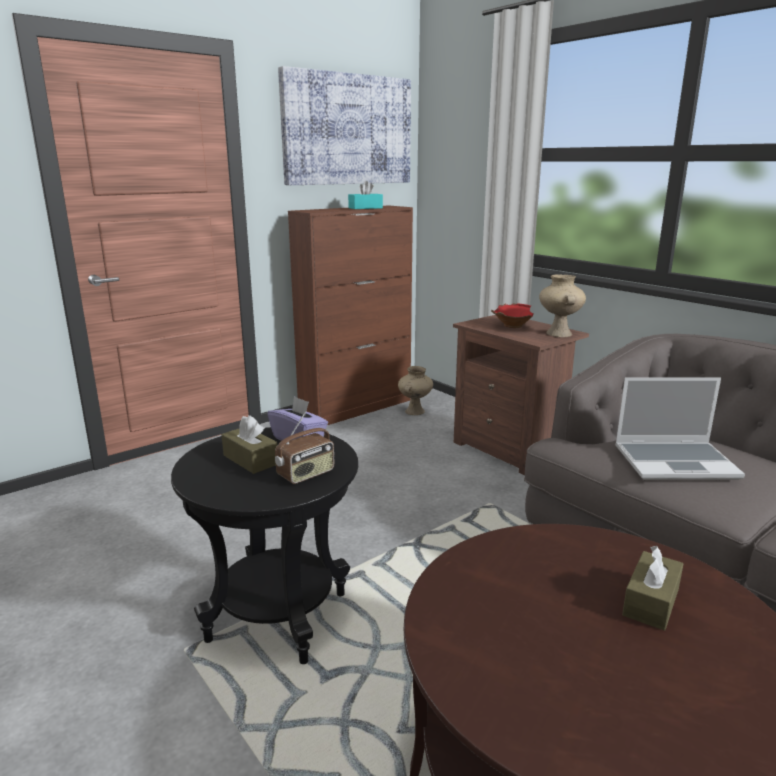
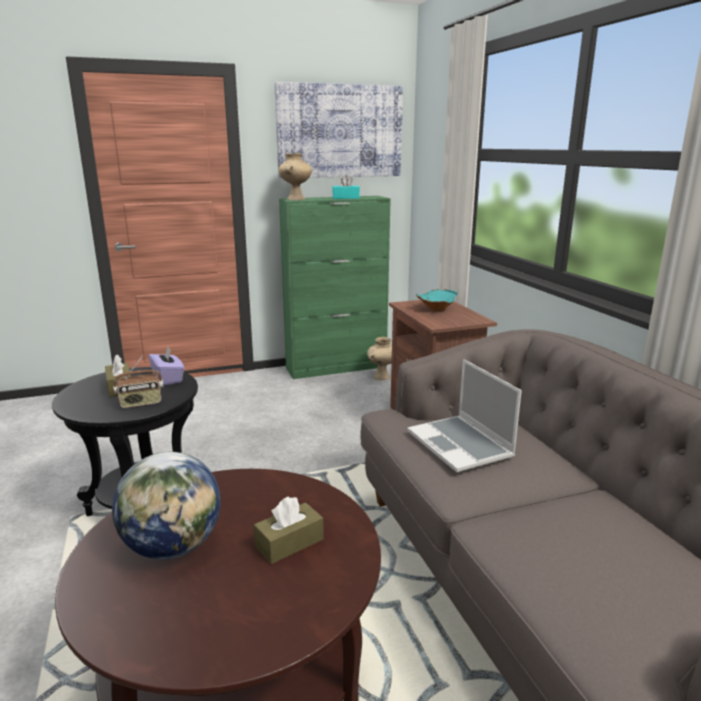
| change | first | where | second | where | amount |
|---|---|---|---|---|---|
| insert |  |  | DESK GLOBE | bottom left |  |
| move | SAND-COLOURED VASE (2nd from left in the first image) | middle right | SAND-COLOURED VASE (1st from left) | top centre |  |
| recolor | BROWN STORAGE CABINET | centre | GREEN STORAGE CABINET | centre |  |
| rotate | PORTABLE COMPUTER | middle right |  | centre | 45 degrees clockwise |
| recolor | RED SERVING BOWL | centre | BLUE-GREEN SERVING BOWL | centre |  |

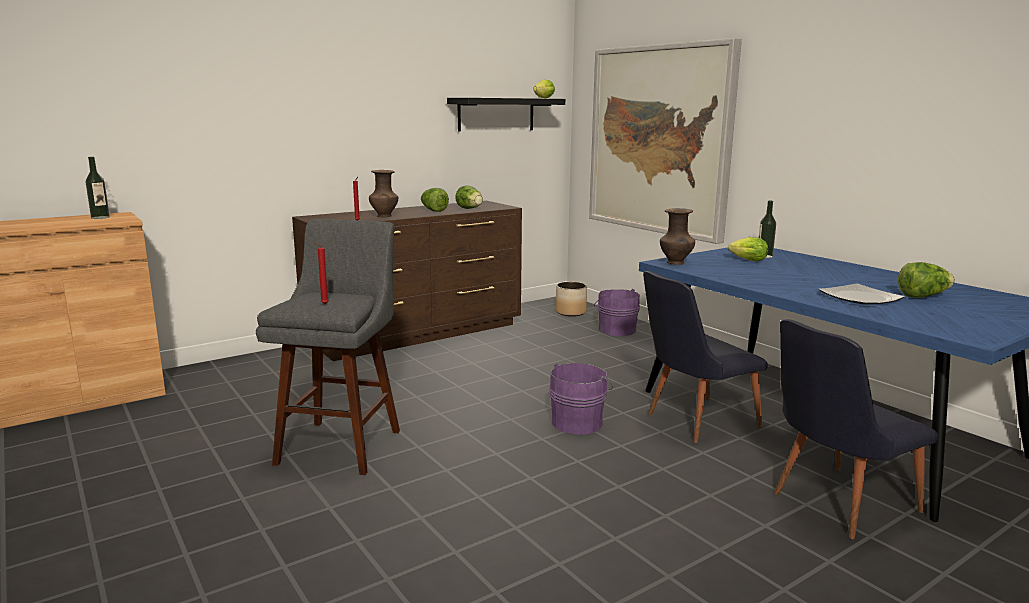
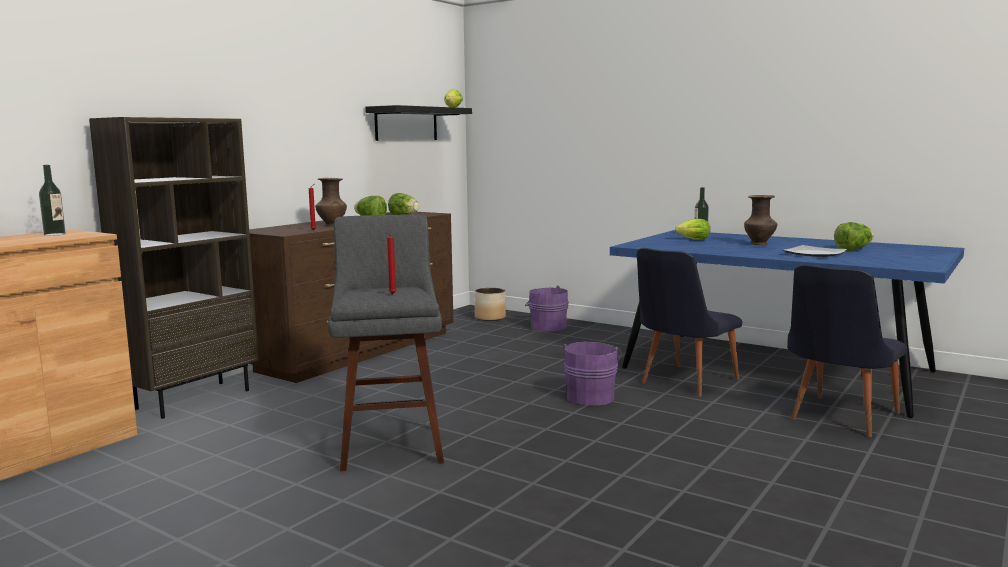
| change | first | where | second | where | amount |
|---|---|---|---|---|---|
| insert |  |  | BROWN SHELVING UNIT | middle left |  |
| move | BROWN VASE (2nd from left) | centre |  | middle right |  |
| delete | WALL ART | top centre |  |  |  |

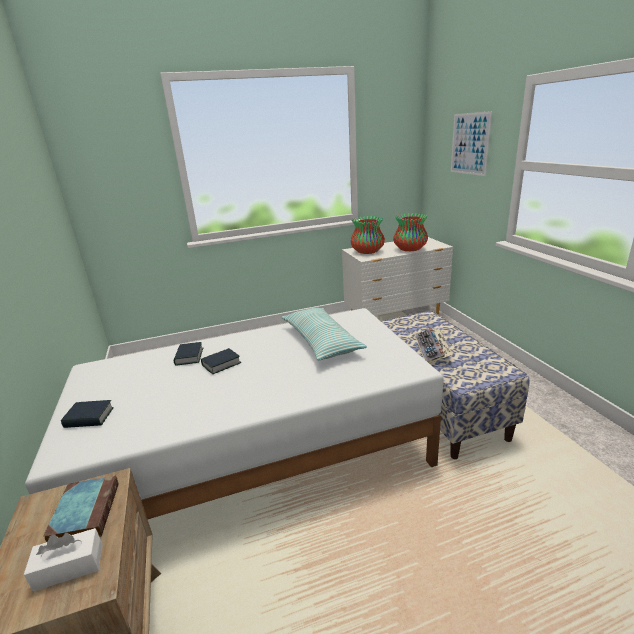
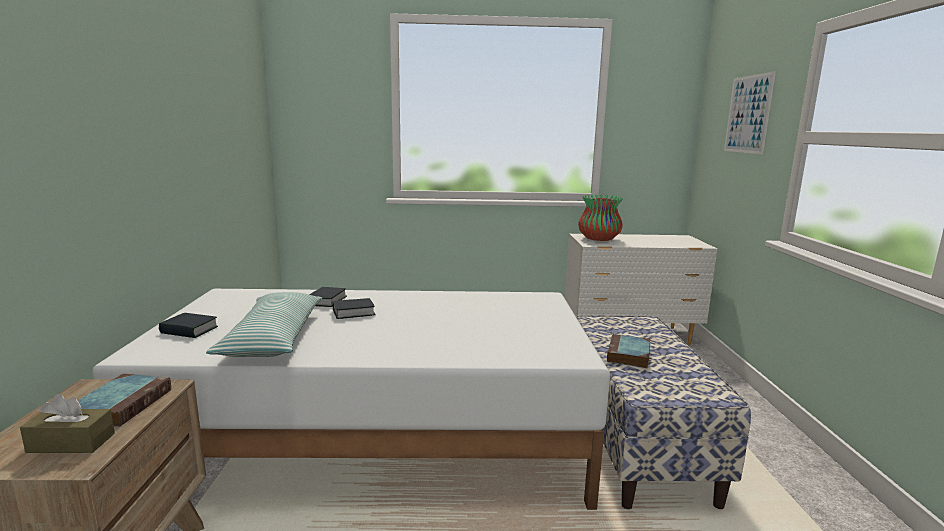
| change | first | where | second | where | amount |
|---|---|---|---|---|---|
| recolor | WHITE-COLOURED TISSUE HOLDER | bottom left | BROWN TISSUE HOLDER | bottom left |  |
| move | PILLOW | centre |  | middle left |  |
| replace | COMPUTER KEYBOARD | middle right | BOOK (5th from left) | centre |  |
| delete | VASE (2nd from left) | centre |  |  |  |

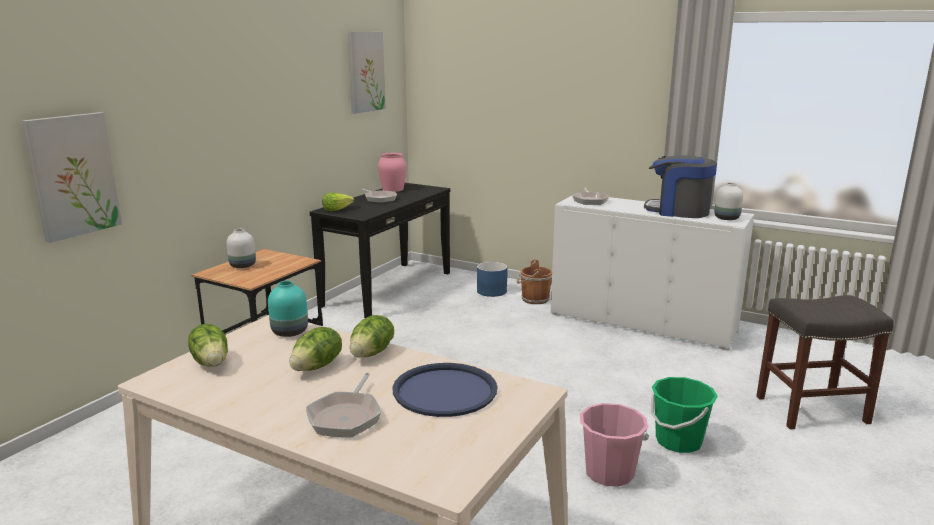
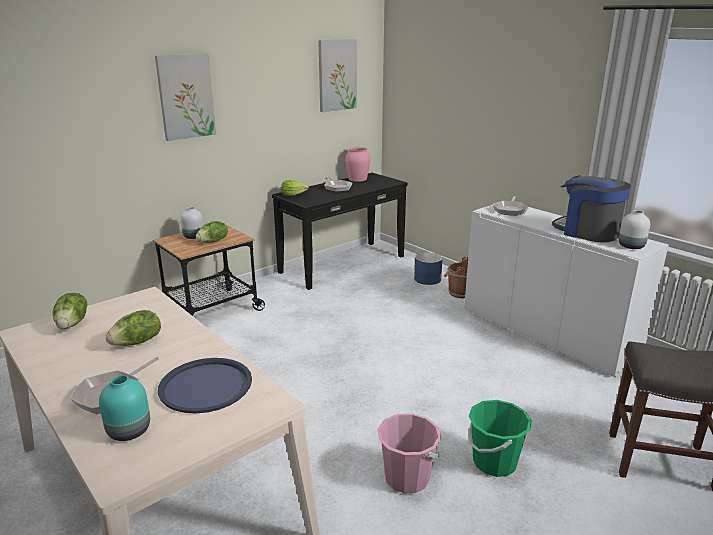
| change | first | where | second | where | amount |
|---|---|---|---|---|---|
| move | BLUE-GREEN VASE | middle left |  | bottom left |  |
| move | WALL ART (1st from left) | middle left |  | top left |  |
| move | HEAD OF LETTUCE (4th from left in the first image) | centre | HEAD OF LETTUCE (3rd from left) | middle left |  |

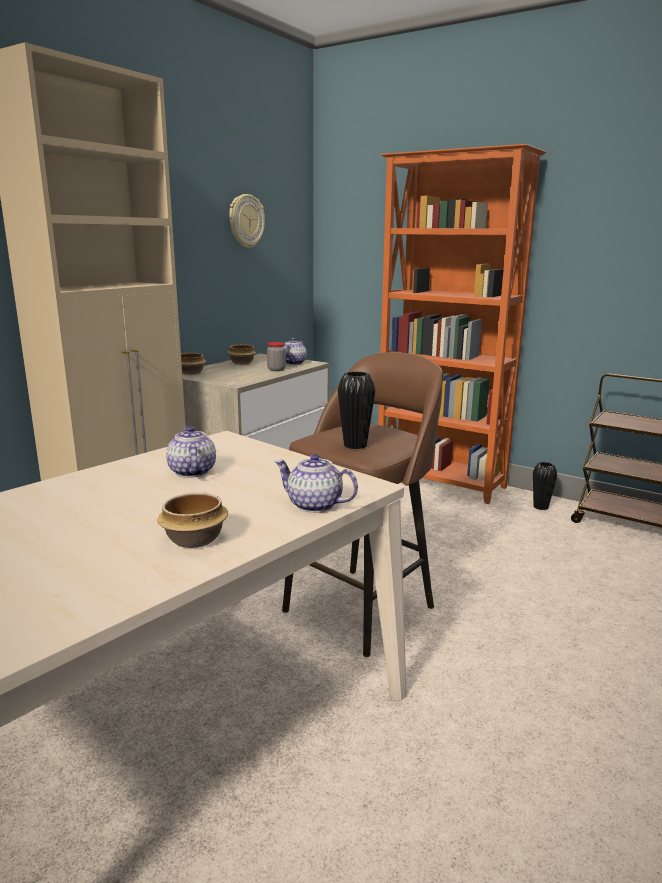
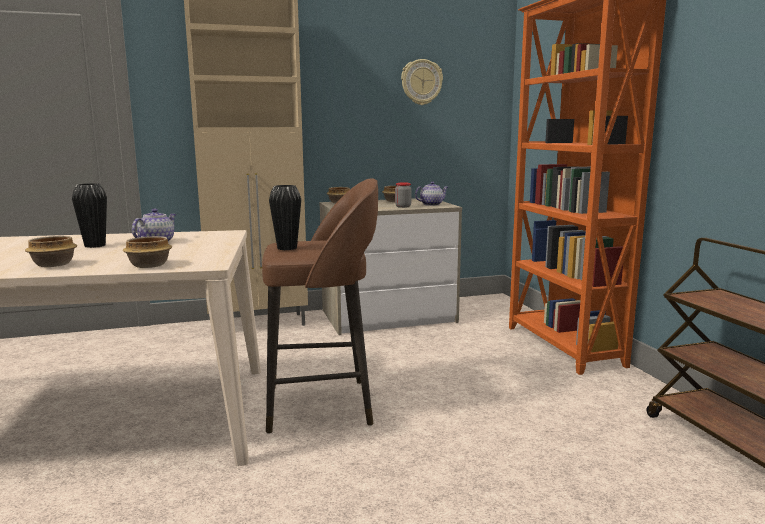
| change | first | where | second | where | amount |
|---|---|---|---|---|---|
| move | BLACK VASE (2nd from left in the first image) | middle right | BLACK VASE (1st from left) | middle left |  |
| replace | POT FOR TEA (3rd from left) | centre | SERVING BOWL (2nd from left) | middle left |  |

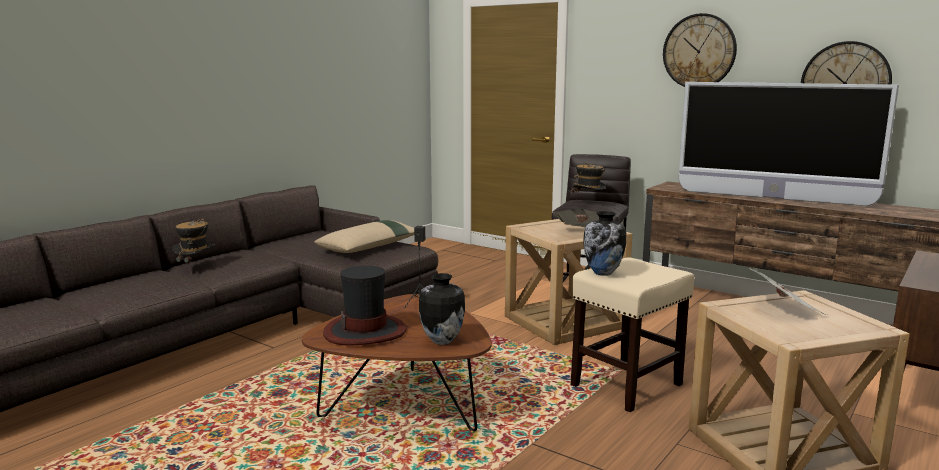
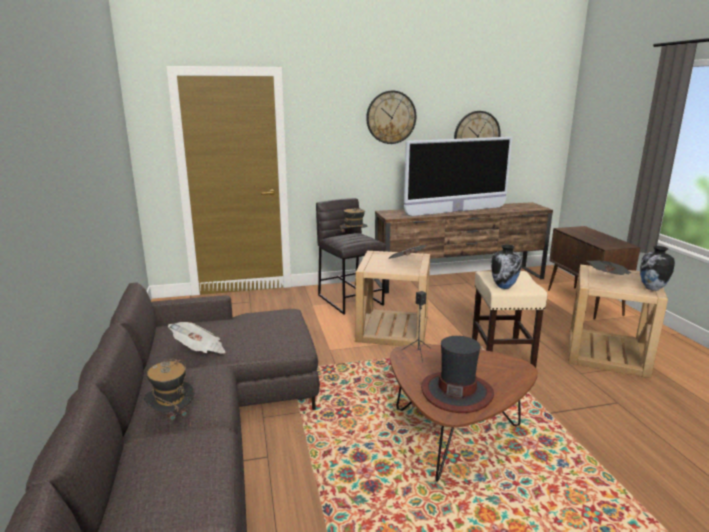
| change | first | where | second | where | amount |
|---|---|---|---|---|---|
| insert |  |  | DAILY PAPER (1st from left) | middle left |  |
| move | VASE (1st from left in the first image) | centre | VASE (2nd from left) | middle right |  |
| delete | SAND-COLOURED PILLOW | centre |  |  |  |

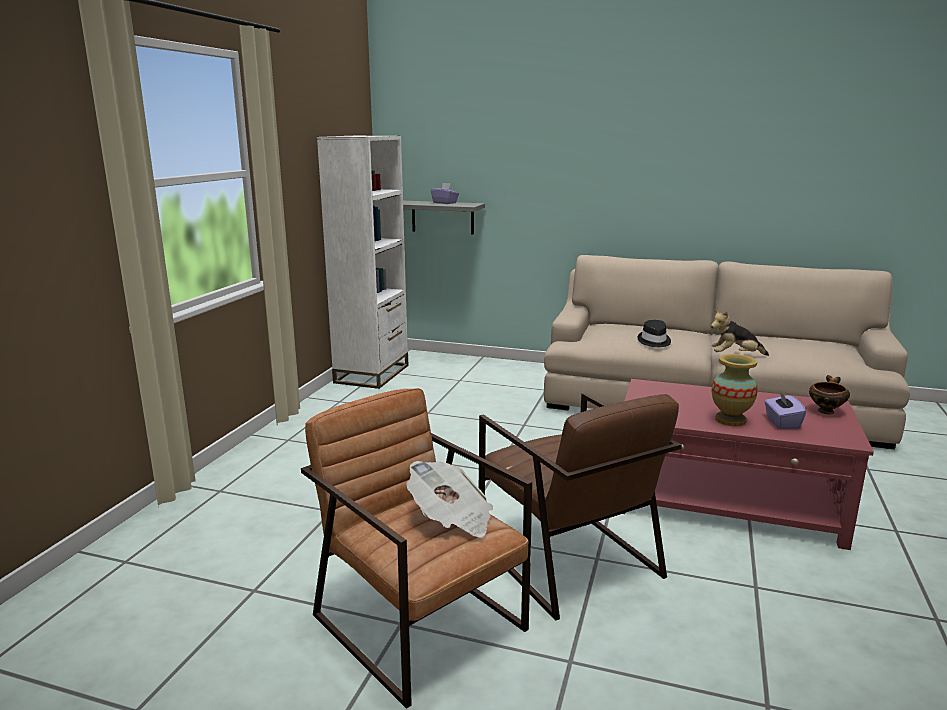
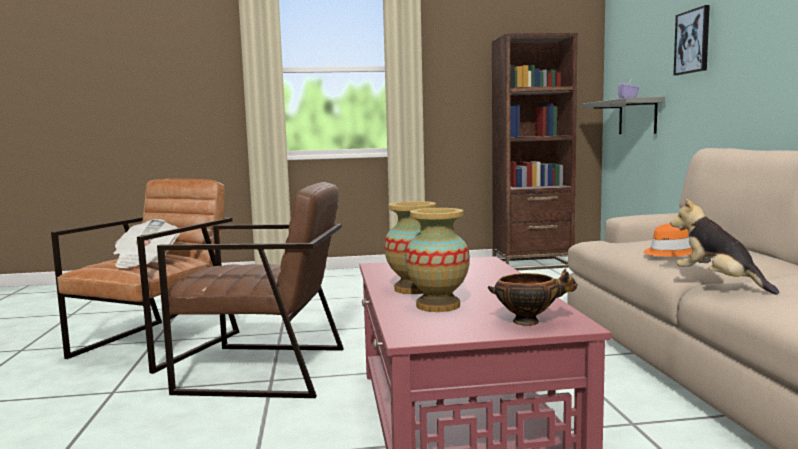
| change | first | where | second | where | amount |
|---|---|---|---|---|---|
| rotate | BROWN LOUNGE CHAIR (2nd from left) | bottom centre |  | middle left | 120 degrees counterclockwise |
| replace | PURPLE TISSUE HOLDER (2nd from left) | middle right | VASE (2nd from left) | centre |  |
| recolor | WHITE-COLOURED SHELVING UNIT | centre | BROWN SHELVING UNIT | middle right |  |
| recolor | BLACK HAT | middle right | ORANGE HAT | middle right |  |
| insert |  |  | WALL ART | top right |  |

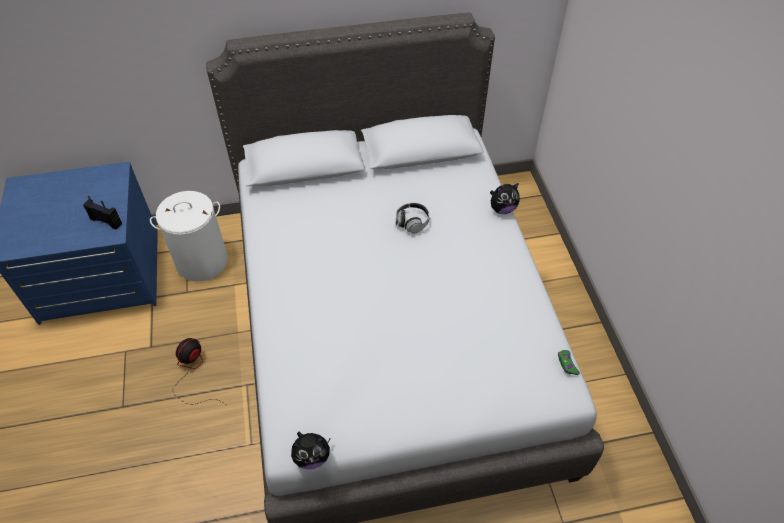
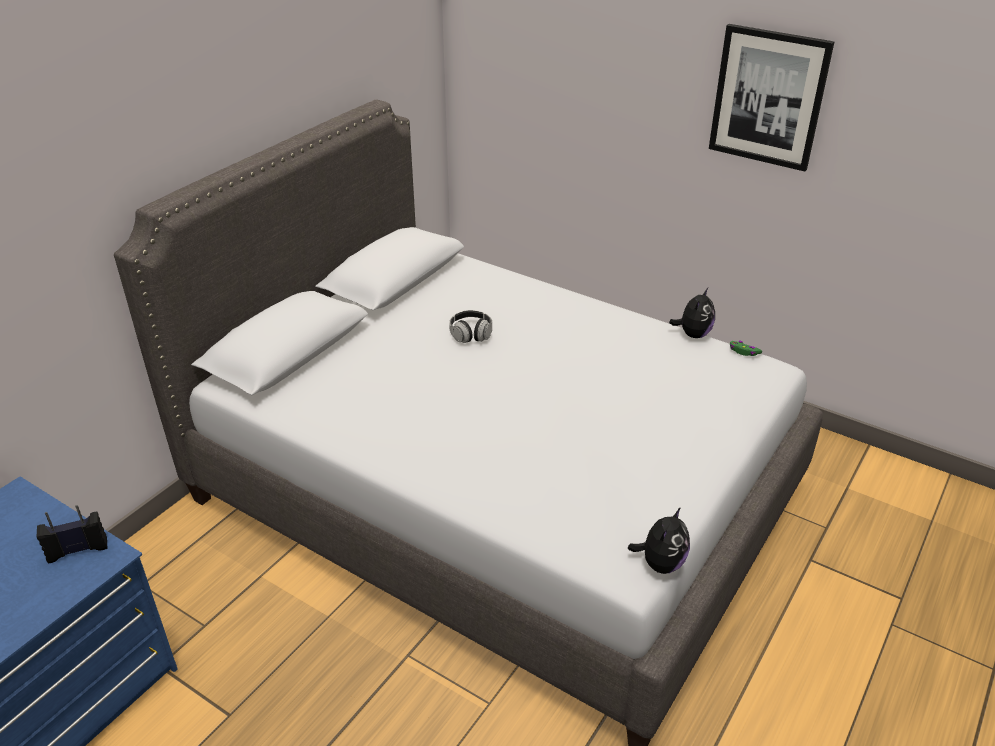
| change | first | where | second | where | amount |
|---|---|---|---|---|---|
| move | PLUSH TOY (2nd from left) | centre |  | middle right |  |
| insert |  |  | WALL ART | top right |  |
| delete | WHITE-COLOURED HAMPER | middle left |  |  |  |
| delete | COOLING FAN | bottom left |  |  |  |

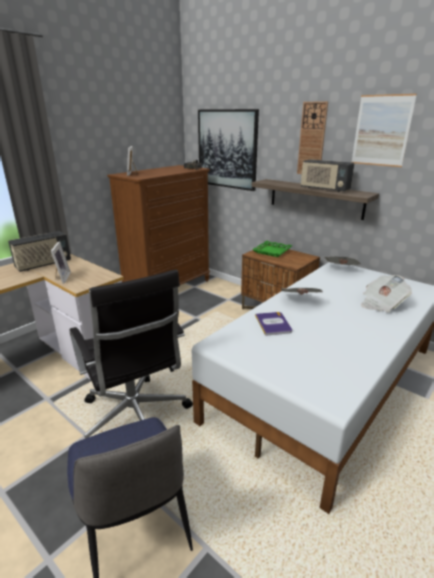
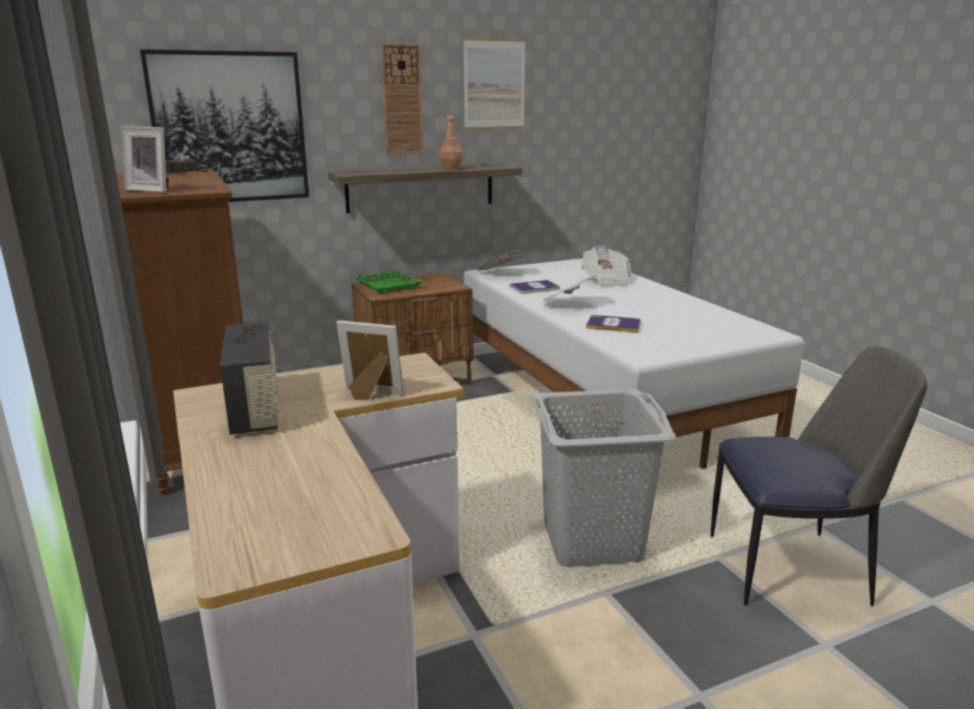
| change | first | where | second | where | amount |
|---|---|---|---|---|---|
| replace | RADIO SET (3rd from left) | top right | BROWN BOTTLE | top centre |  |
| insert |  |  | BOOK (1st from left) | centre |  |
| replace | BLACK DESK CHAIR | middle left | GREYISH HAMPER | bottom centre |  |

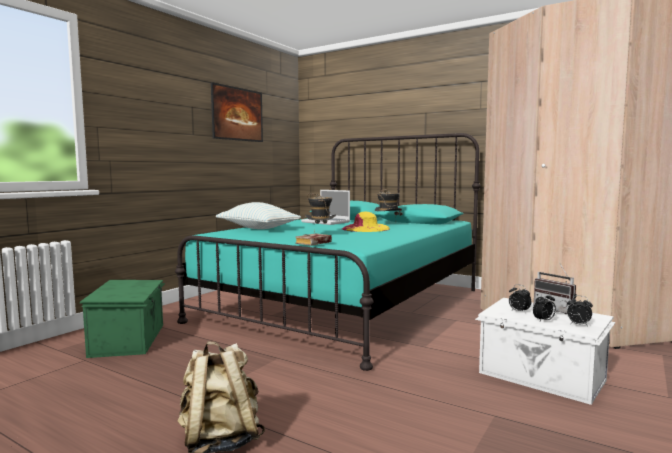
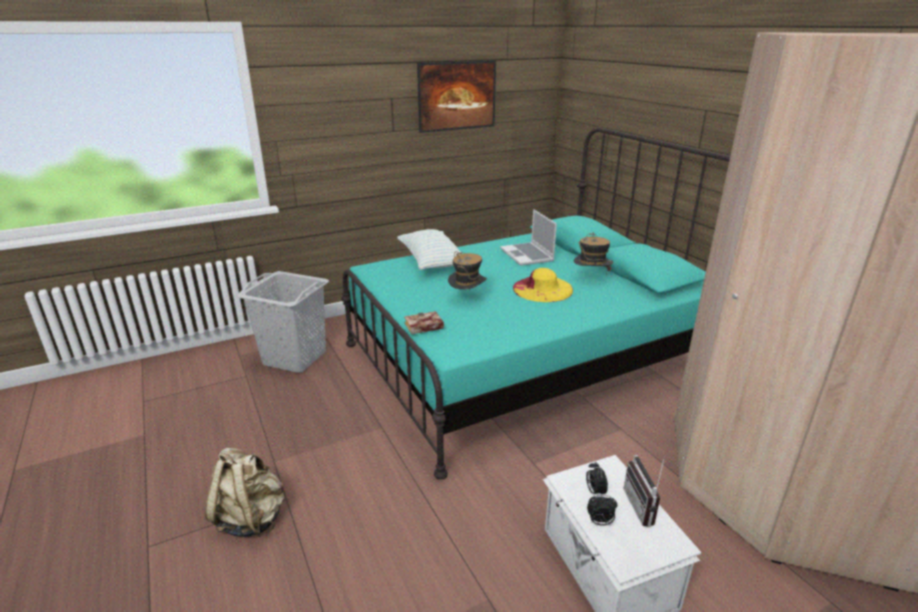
| change | first | where | second | where | amount |
|---|---|---|---|---|---|
| replace | GREEN STORAGE CONTAINER | bottom left | GREYISH HAMPER | middle left |  |
| delete | BEDSIDE CLOCK (3rd from left) | bottom right |  |  |  |

